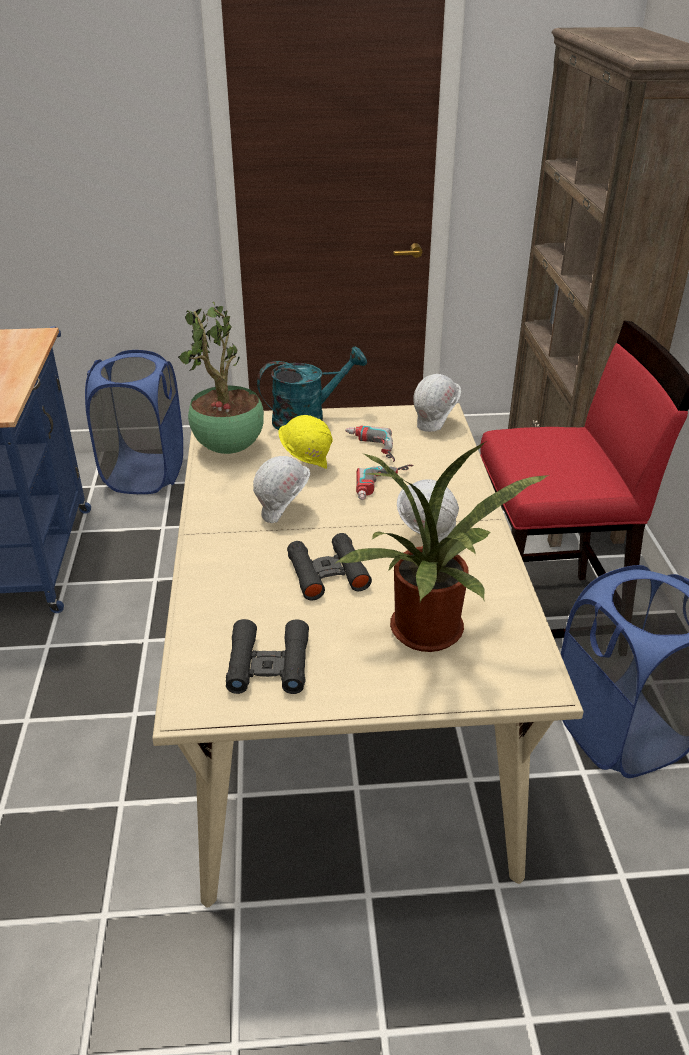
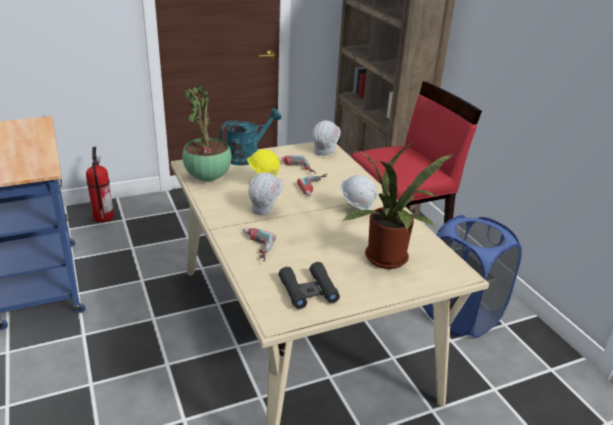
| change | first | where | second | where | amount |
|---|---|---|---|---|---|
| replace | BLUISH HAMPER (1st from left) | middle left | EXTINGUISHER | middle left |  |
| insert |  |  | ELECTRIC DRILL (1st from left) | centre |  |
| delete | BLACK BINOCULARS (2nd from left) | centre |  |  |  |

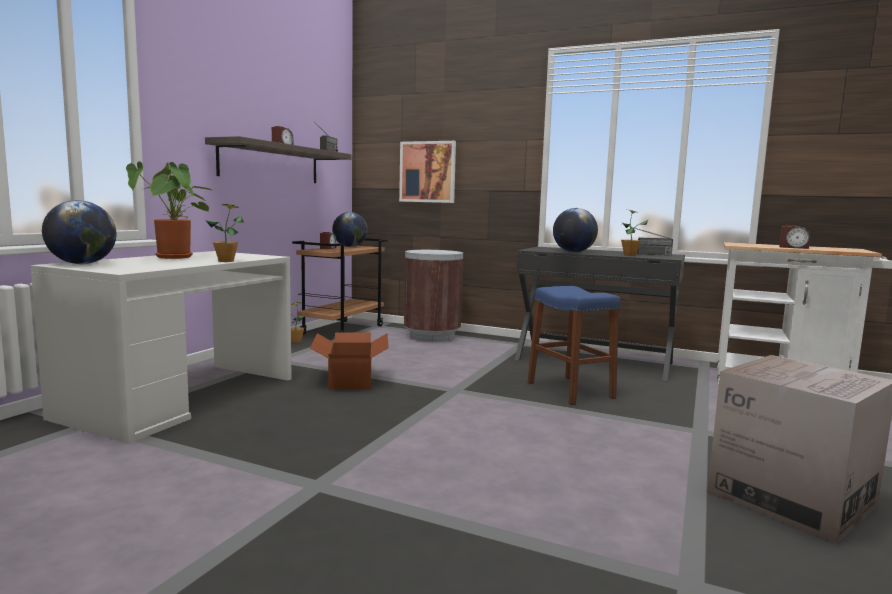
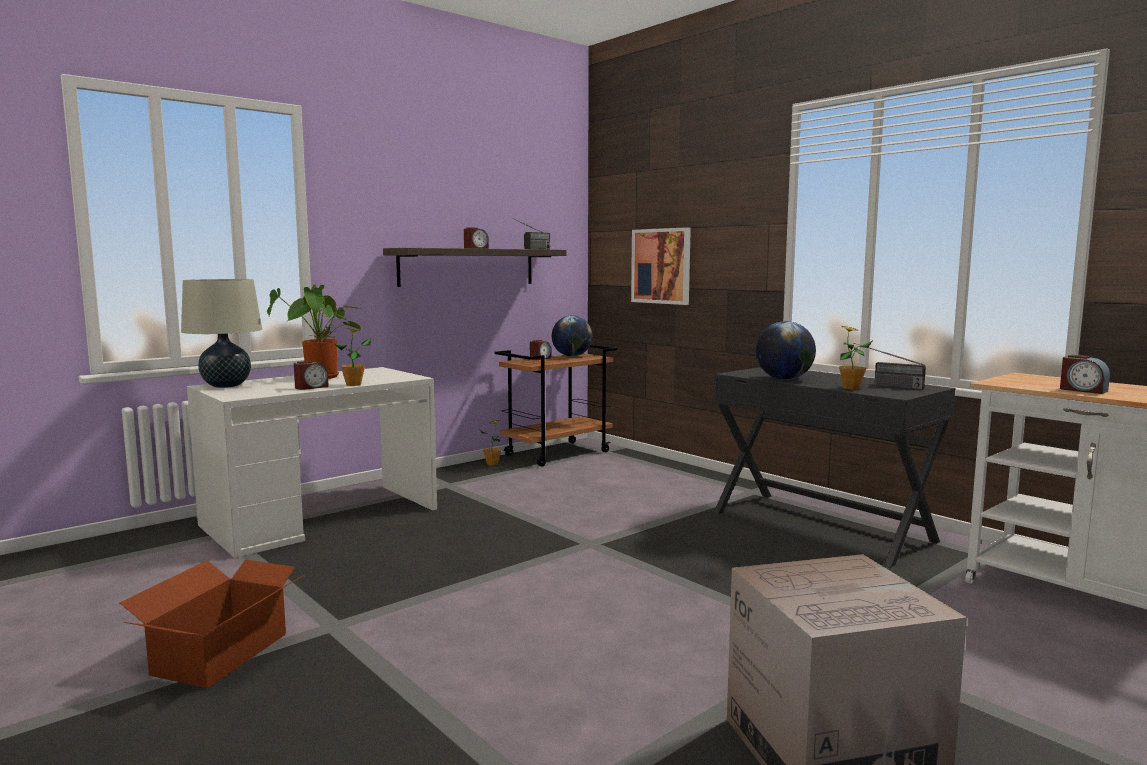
| change | first | where | second | where | amount |
|---|---|---|---|---|---|
| move | CARDBOARD BOX (1st from left) | centre |  | bottom left |  |
| replace | DESK GLOBE (1st from left) | middle left | SAND-COLOURED LAMP FOR A TABLE | middle left |  |
| insert |  |  | BEDSIDE CLOCK (1st from left) | middle left |  |
| delete | BROWN WASTE BIN | centre |  |  |  |
| delete | BLUISH SITTING STOOL | centre |  |  |  |

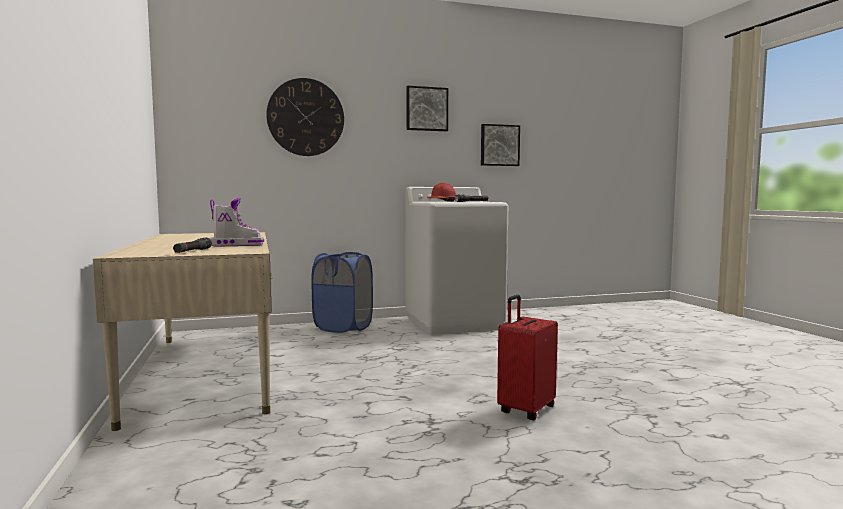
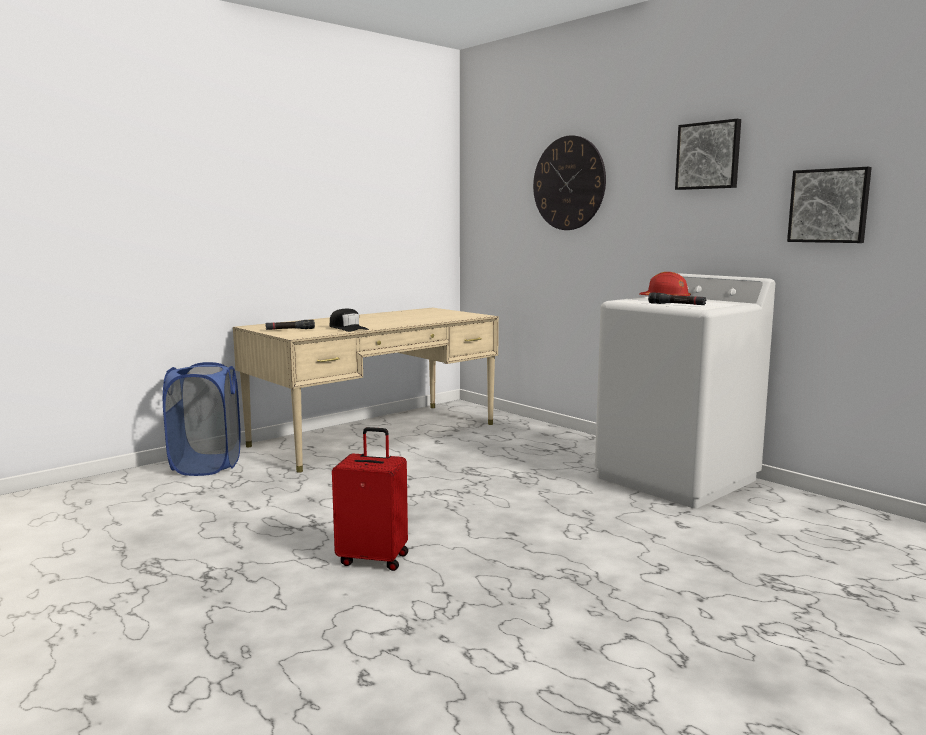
| change | first | where | second | where | amount |
|---|---|---|---|---|---|
| move | BLUISH HAMPER | centre |  | middle left |  |
| replace | HIGH-TOP BOOT | middle left | BLACK BASEBALL CAP | centre |  |

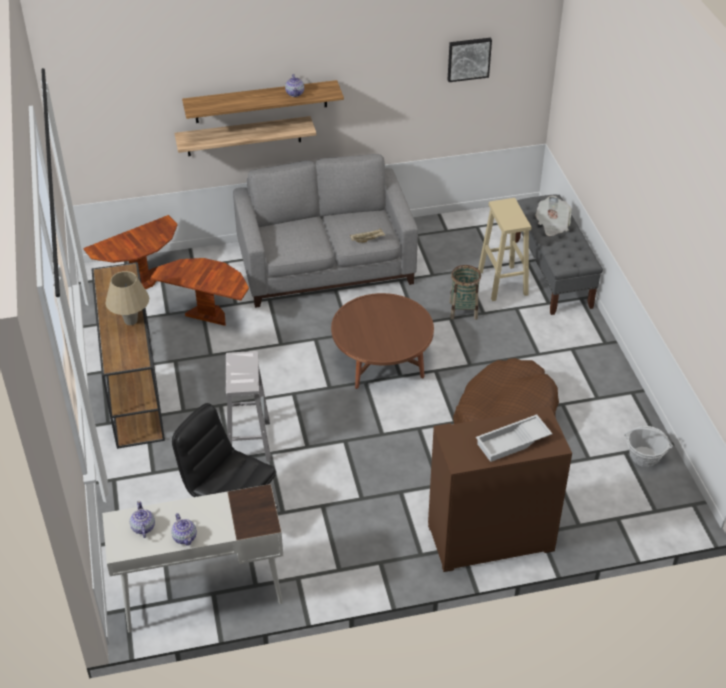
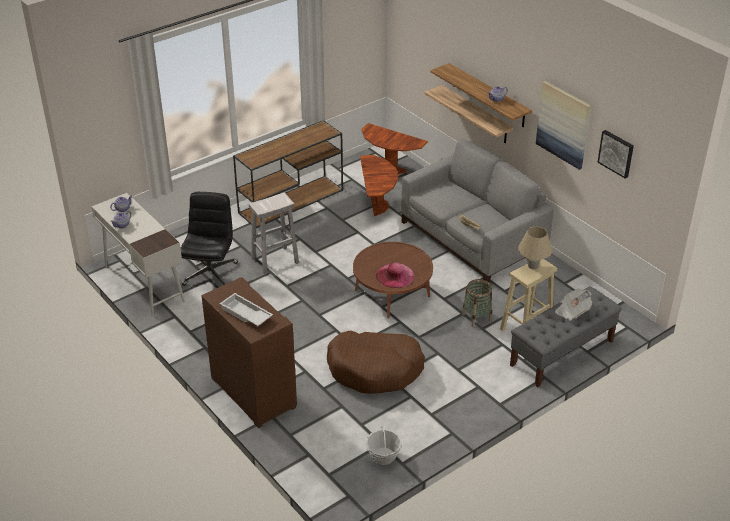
| change | first | where | second | where | amount |
|---|---|---|---|---|---|
| insert |  |  | PINKISH HAT | centre |  |
| move | SAND-COLOURED LAMP FOR A TABLE | middle left |  | middle right |  |
| insert |  |  | WALL ART (1st from left) | top right |  |

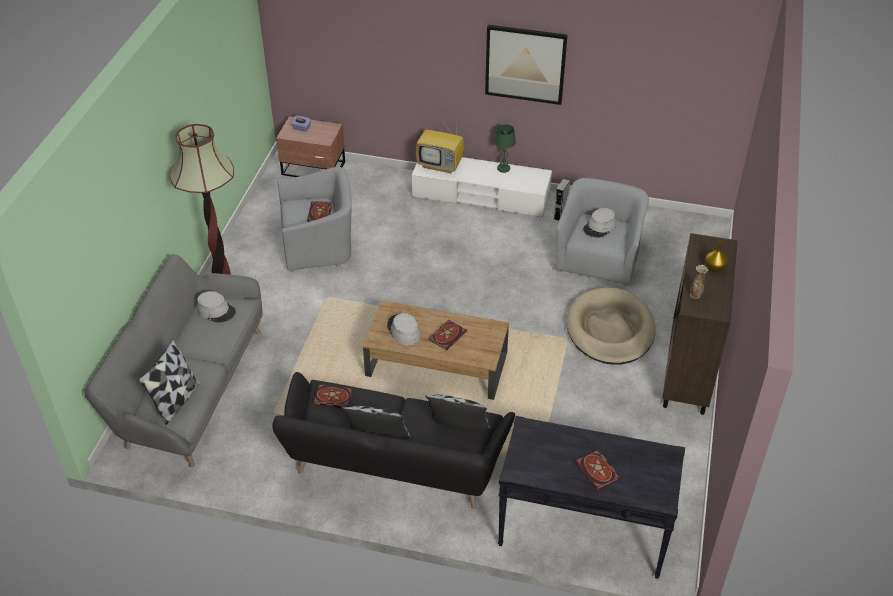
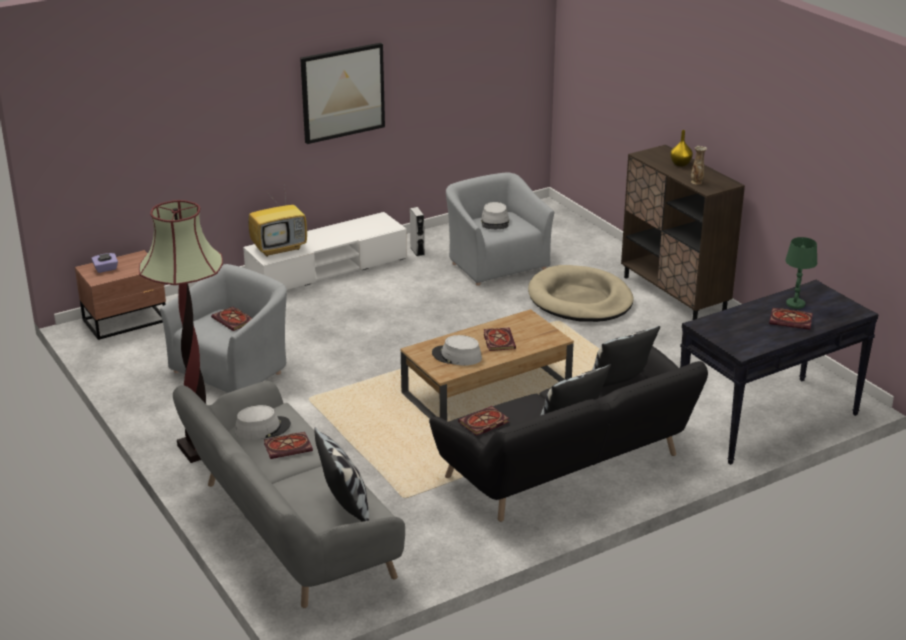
| change | first | where | second | where | amount |
|---|---|---|---|---|---|
| insert |  |  | BOOK (2nd from left) | bottom left |  |
| move | GREEN LAMP FOR A TABLE | top centre |  | middle right |  |

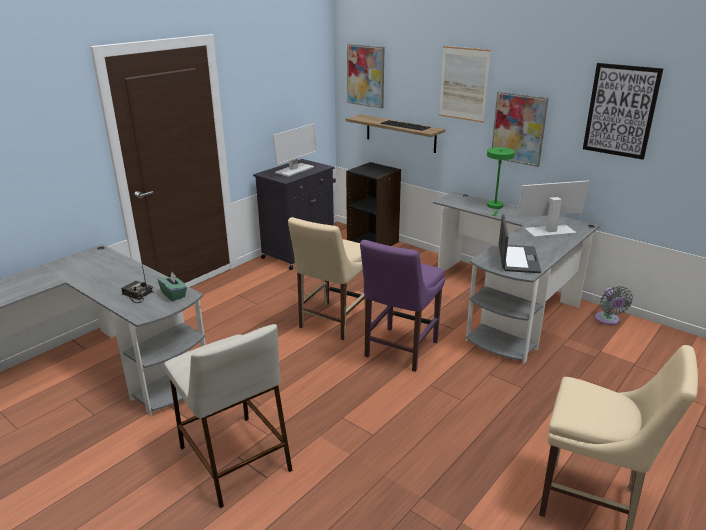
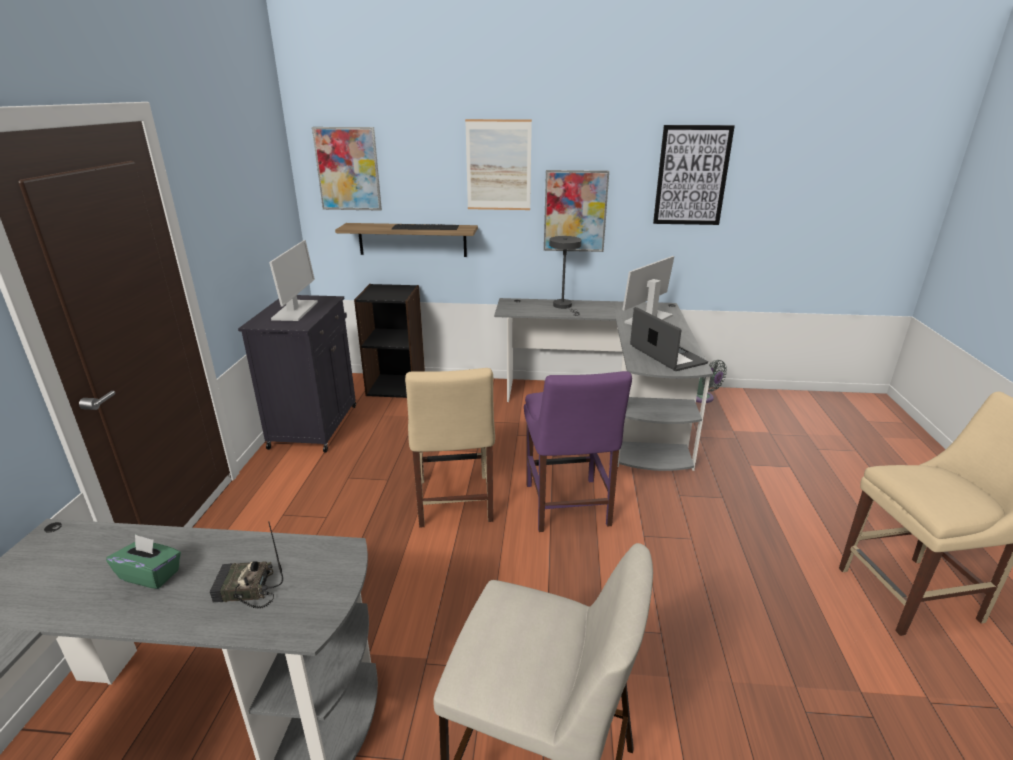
| change | first | where | second | where | amount |
|---|---|---|---|---|---|
| move | GREEN TISSUE HOLDER | middle left |  | bottom left |  |
| recolor | GREEN LAMP FOR A TABLE | middle right | GREYISH LAMP FOR A TABLE | centre |  |

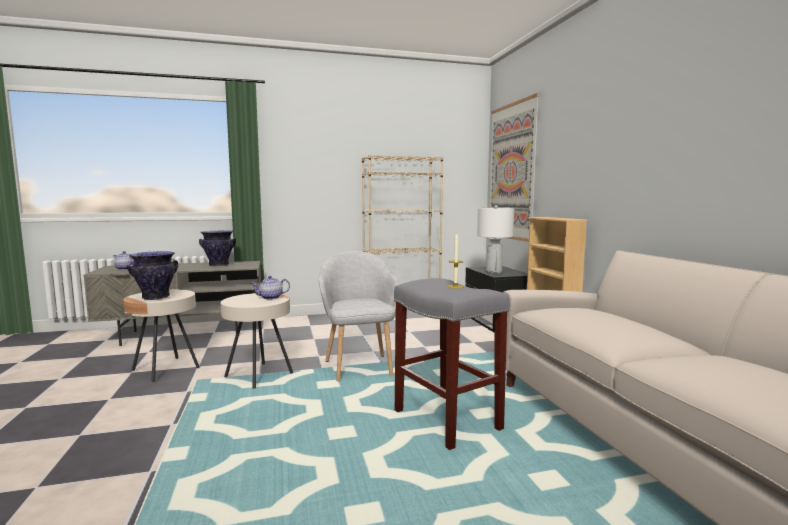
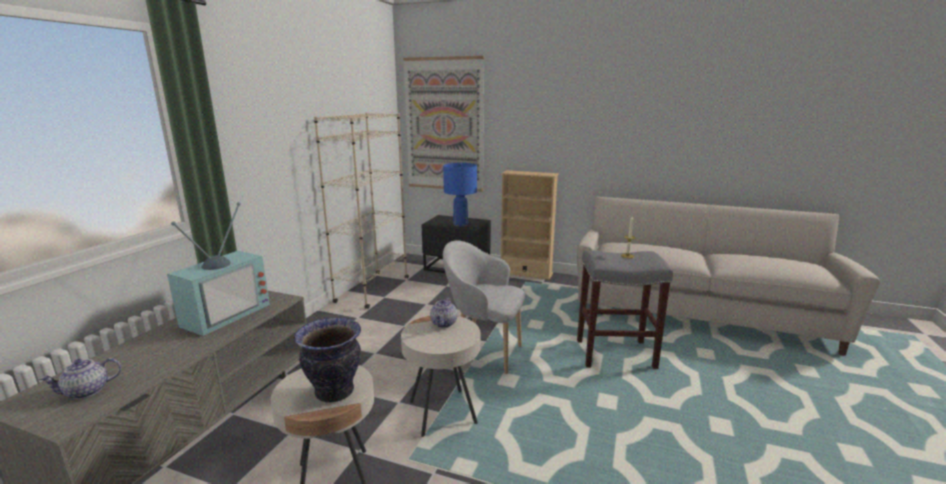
| change | first | where | second | where | amount |
|---|---|---|---|---|---|
| replace | VASE (2nd from left) | middle left | TELEVISION | middle left |  |
| recolor | WHITE-COLOURED LAMP FOR A TABLE | centre | BLUISH LAMP FOR A TABLE | centre |  |

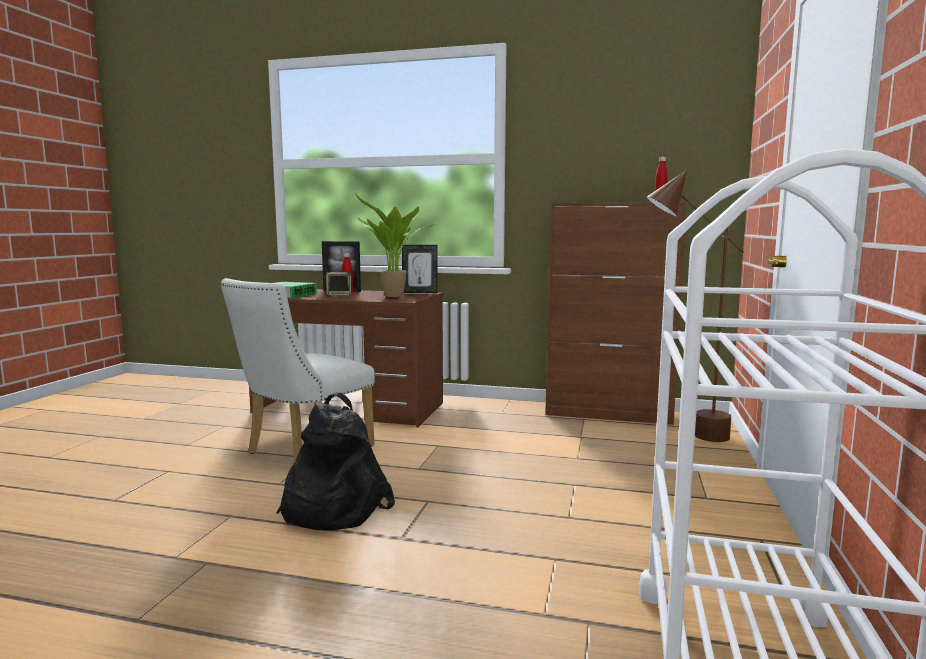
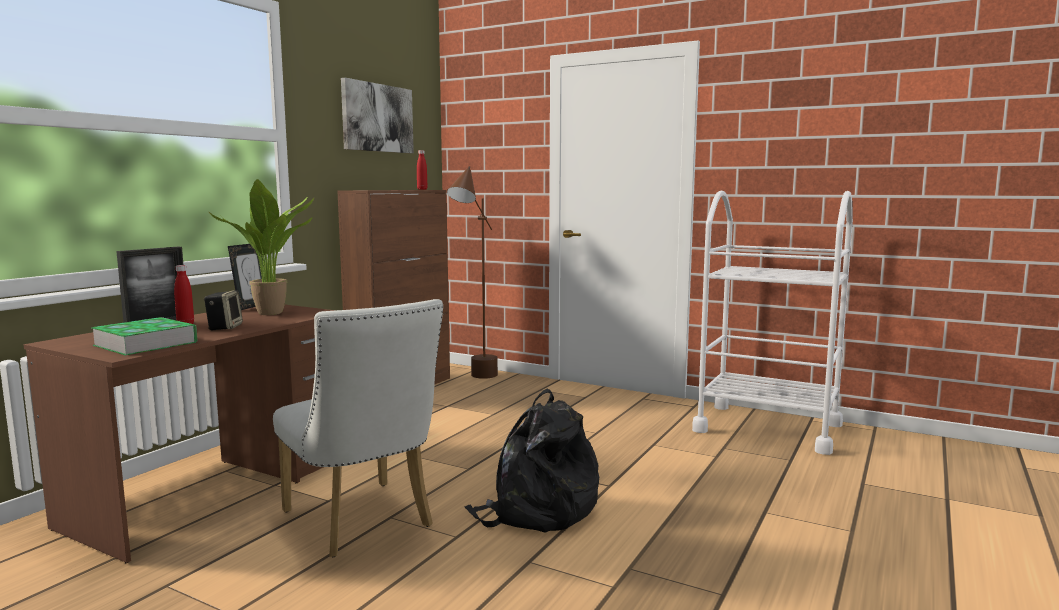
| change | first | where | second | where | amount |
|---|---|---|---|---|---|
| insert |  |  | WALL ART | top centre |  |

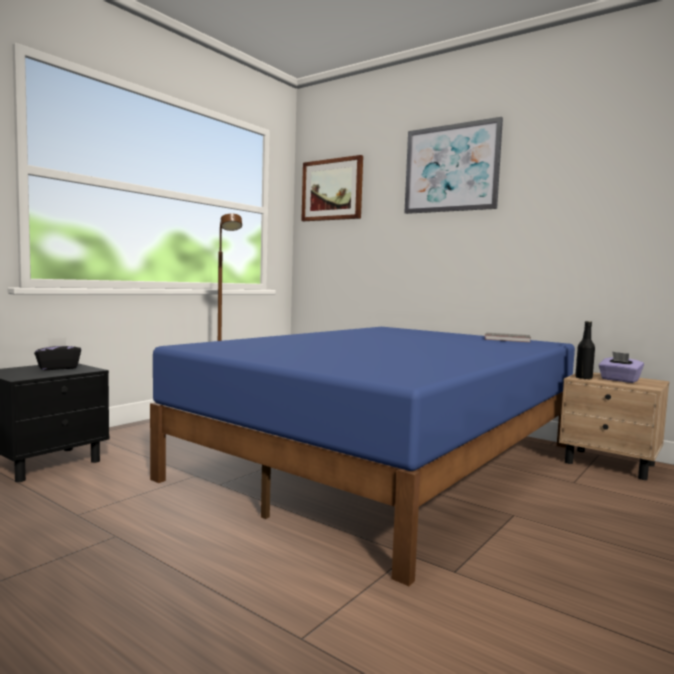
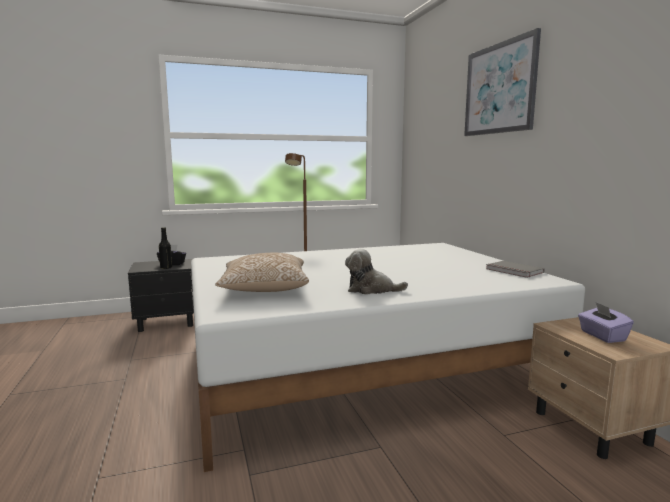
| change | first | where | second | where | amount |
|---|---|---|---|---|---|
| move | BLACK BOTTLE | middle right |  | middle left |  |
| recolor | BLUISH BED | bottom centre | WHITE-COLOURED BED | bottom centre |  |
| insert |  |  | PILLOW | centre |  |
| insert |  |  | PLUSH TOY | centre |  |
| delete | WALL ART (1st from left) | top centre |  |  |  |

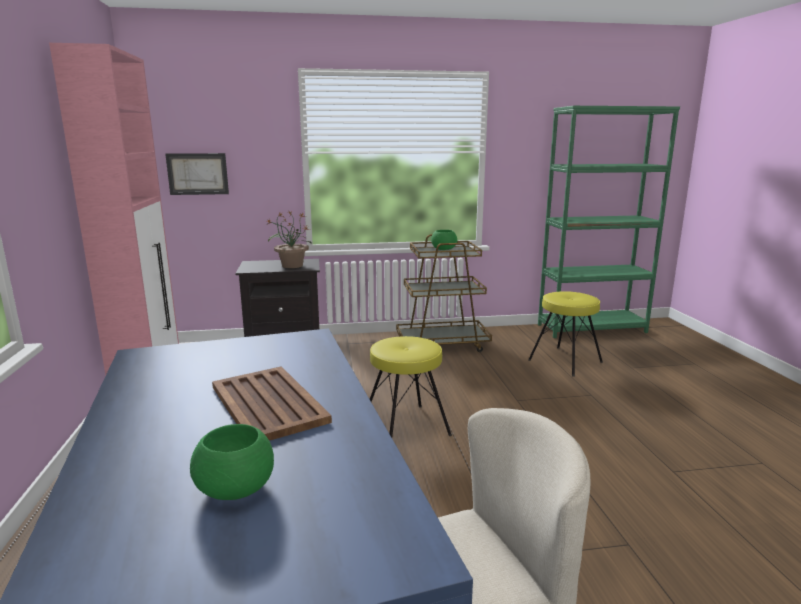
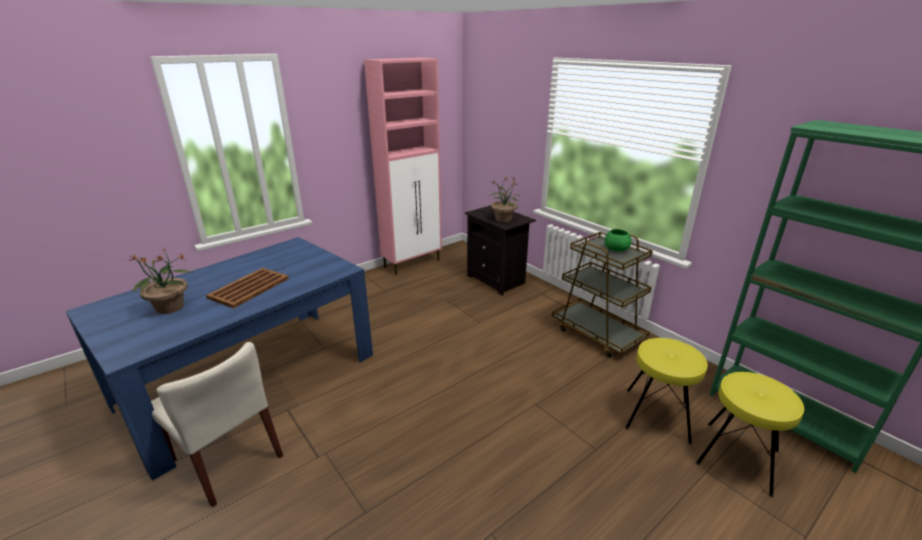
| change | first | where | second | where | amount |
|---|---|---|---|---|---|
| replace | GREEN SERVING BOWL (1st from left) | bottom left | PLANT IN A POT (1st from left) | middle left |  |
| move | YELLOW-COLOURED SITTING STOOL (1st from left in the first image) | centre | YELLOW-COLOURED SITTING STOOL (2nd from left) | bottom right |  |
| delete | WALL ART | top left |  |  |  |

